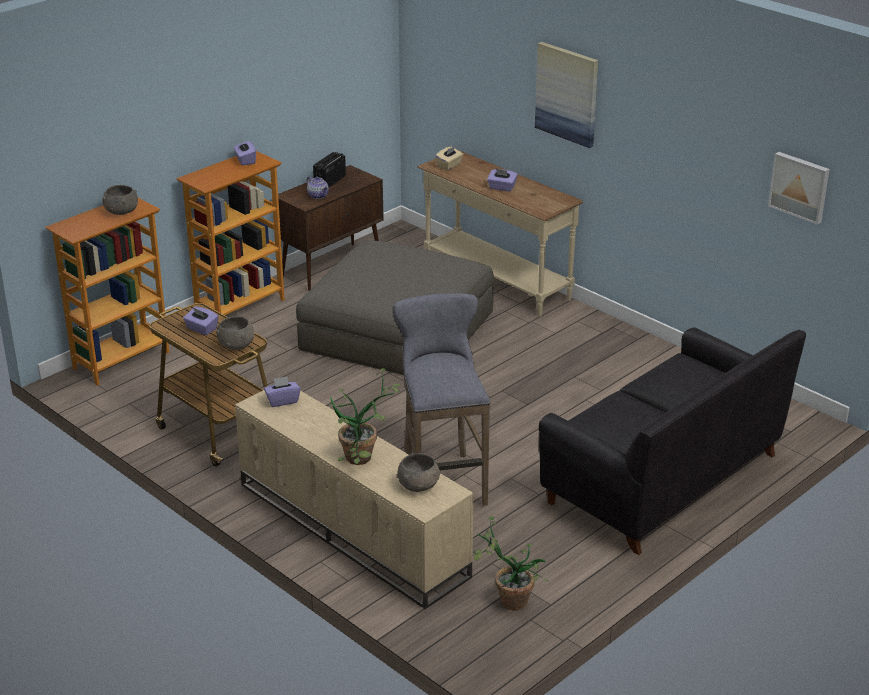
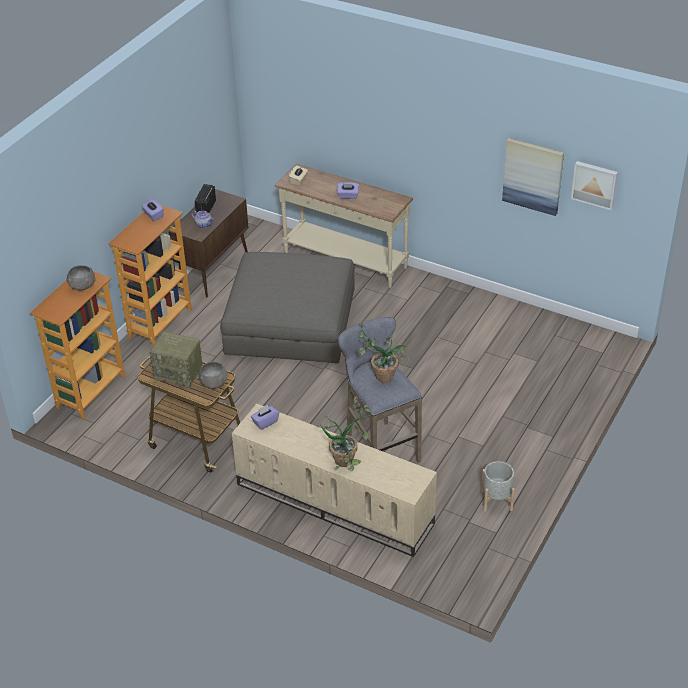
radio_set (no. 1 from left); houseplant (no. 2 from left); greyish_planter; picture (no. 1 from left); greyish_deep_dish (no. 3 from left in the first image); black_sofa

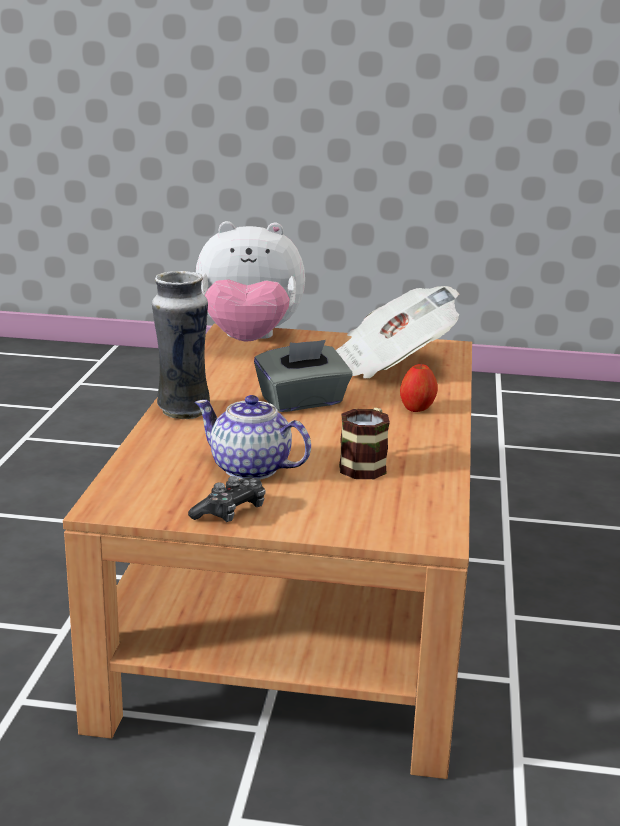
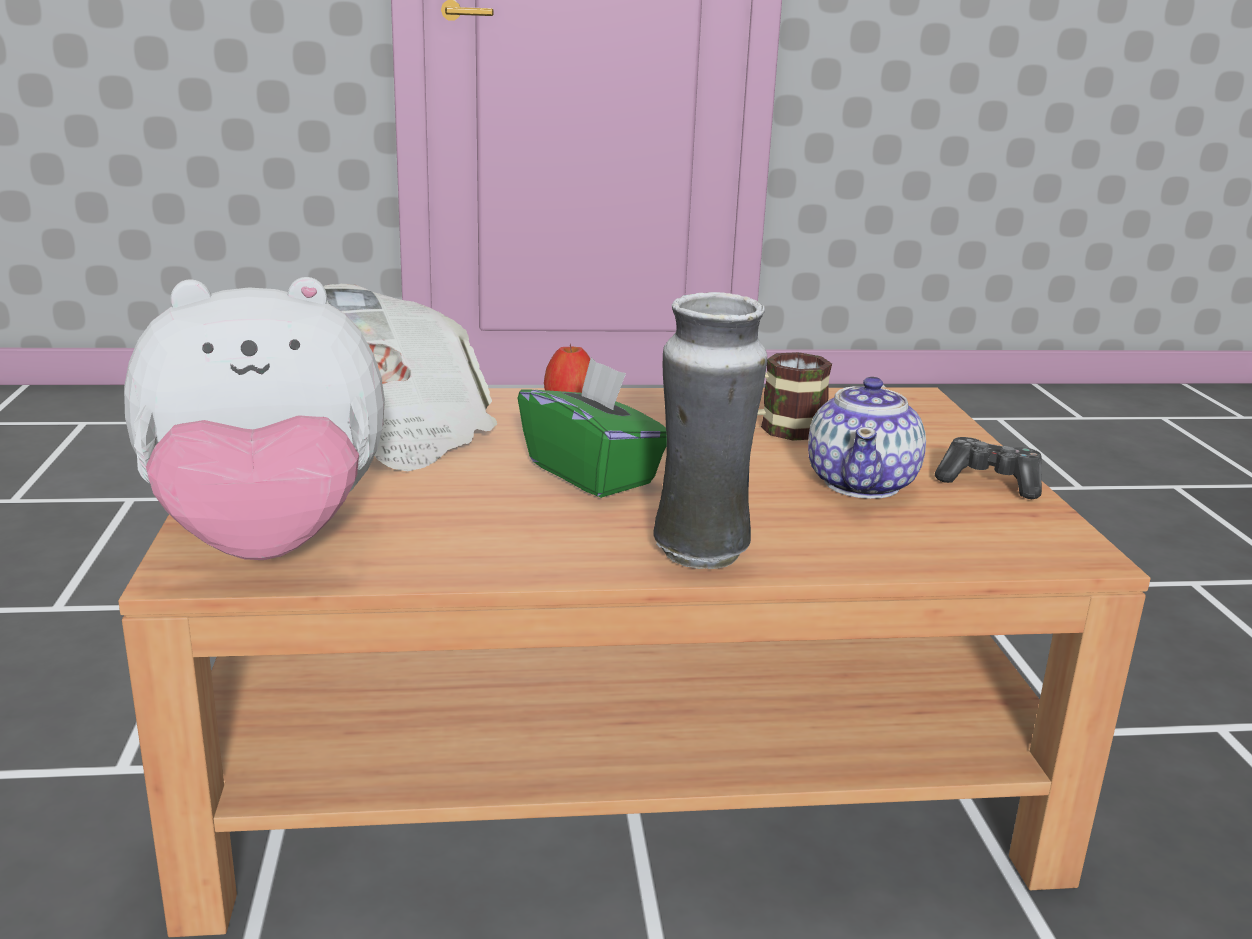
cuddly_toy; green-coloured_box_of_tissues

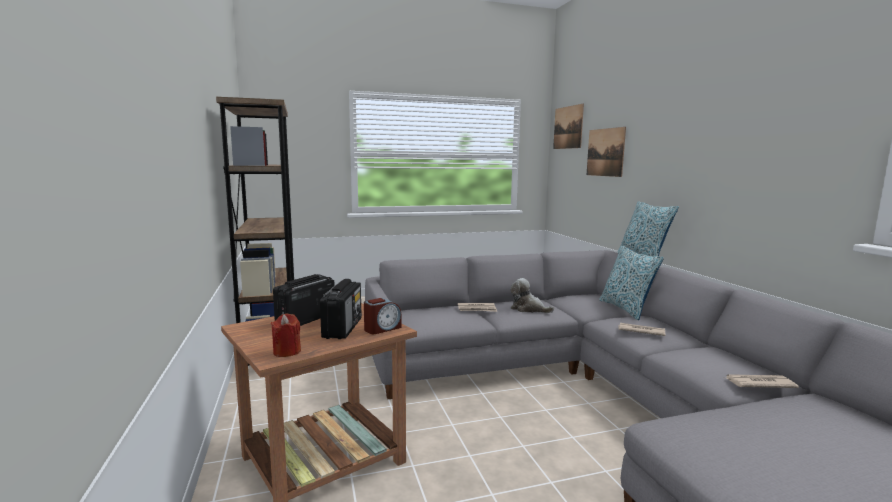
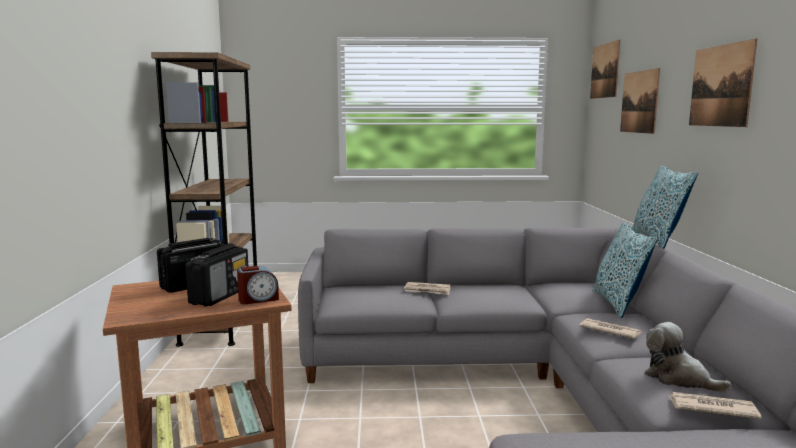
cuddly_toy; picture (no. 3 from left); red_candle

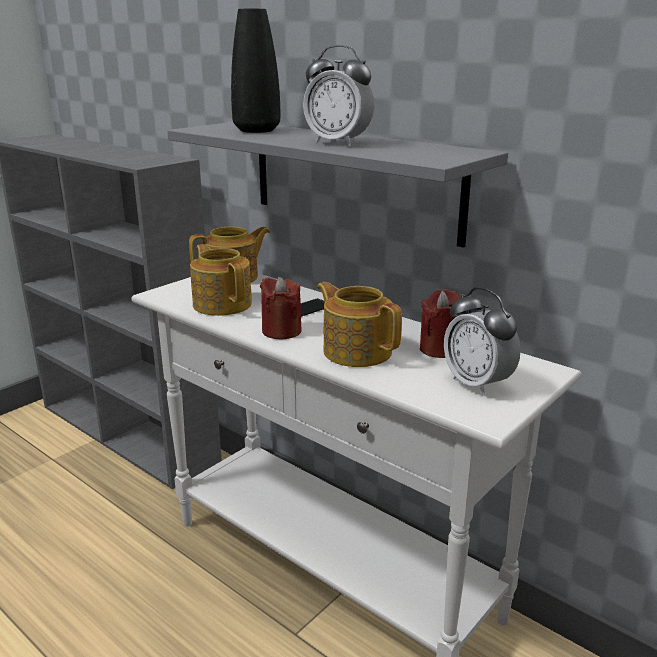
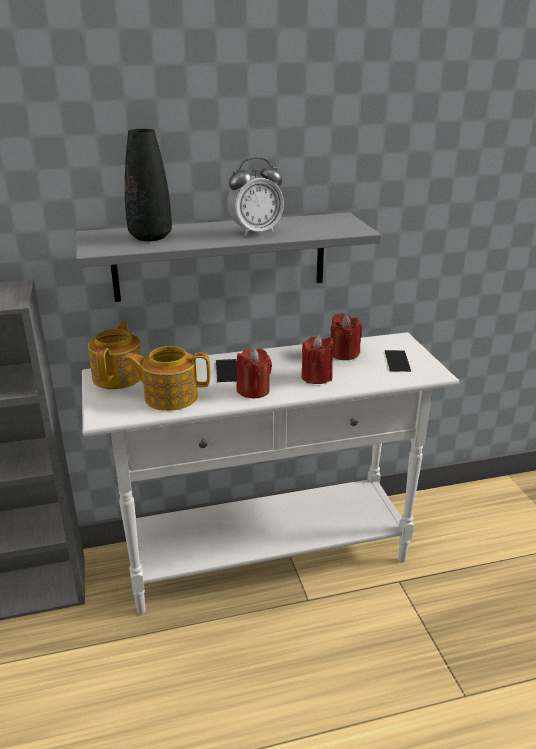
red_candle (no. 2 from left); telephone (no. 2 from left)

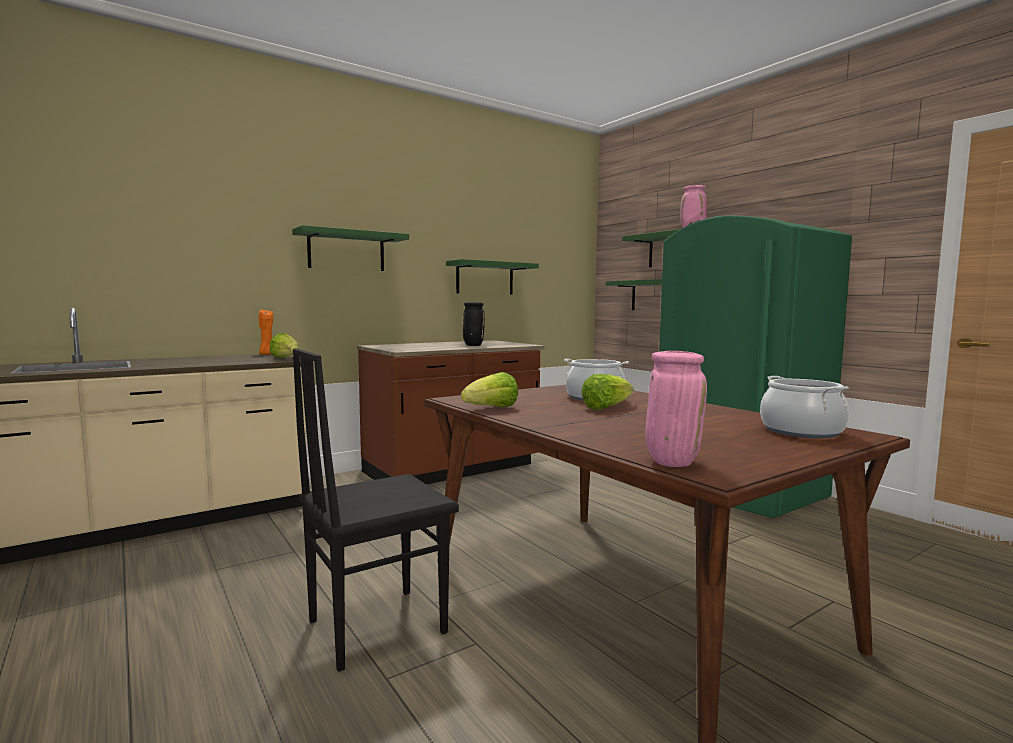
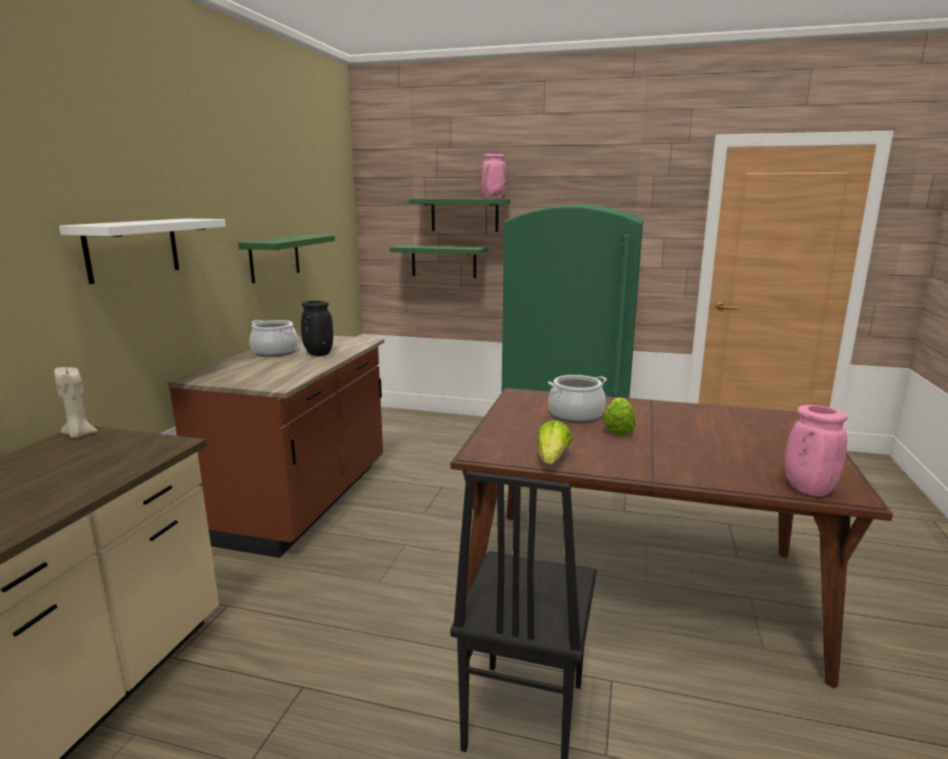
beige-coloured_candle; white_wall_shelf; cooking_pot (no. 1 from left); lettuce (no. 1 from left in the first image)

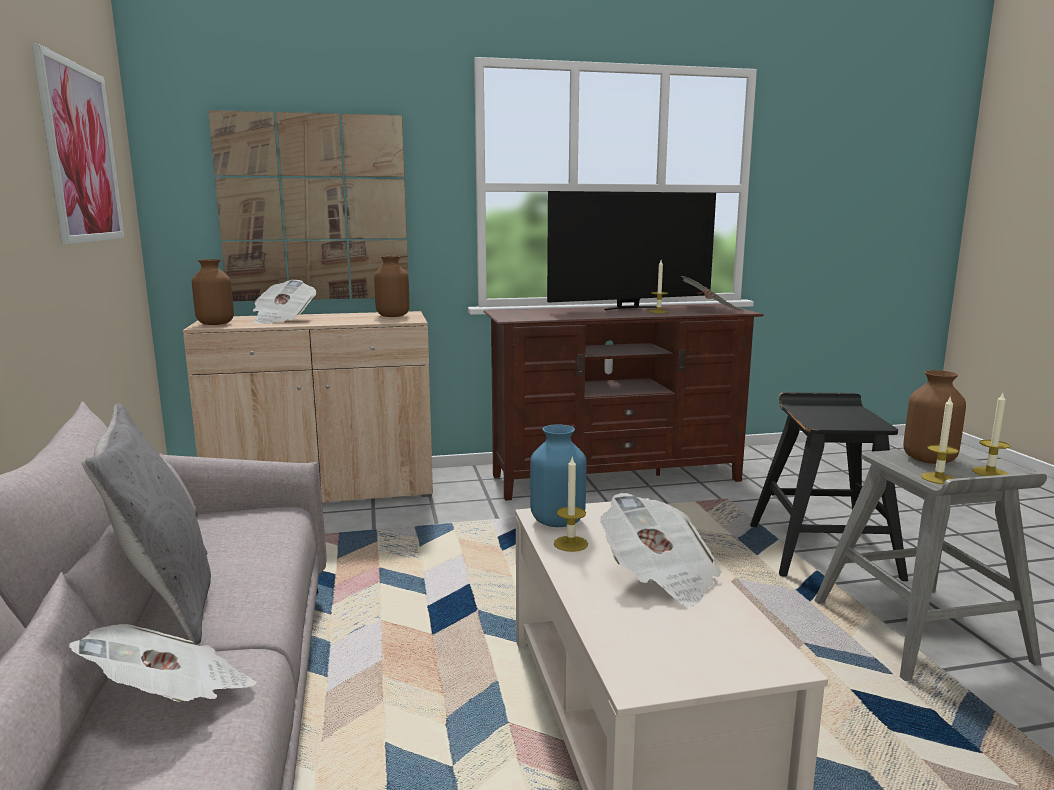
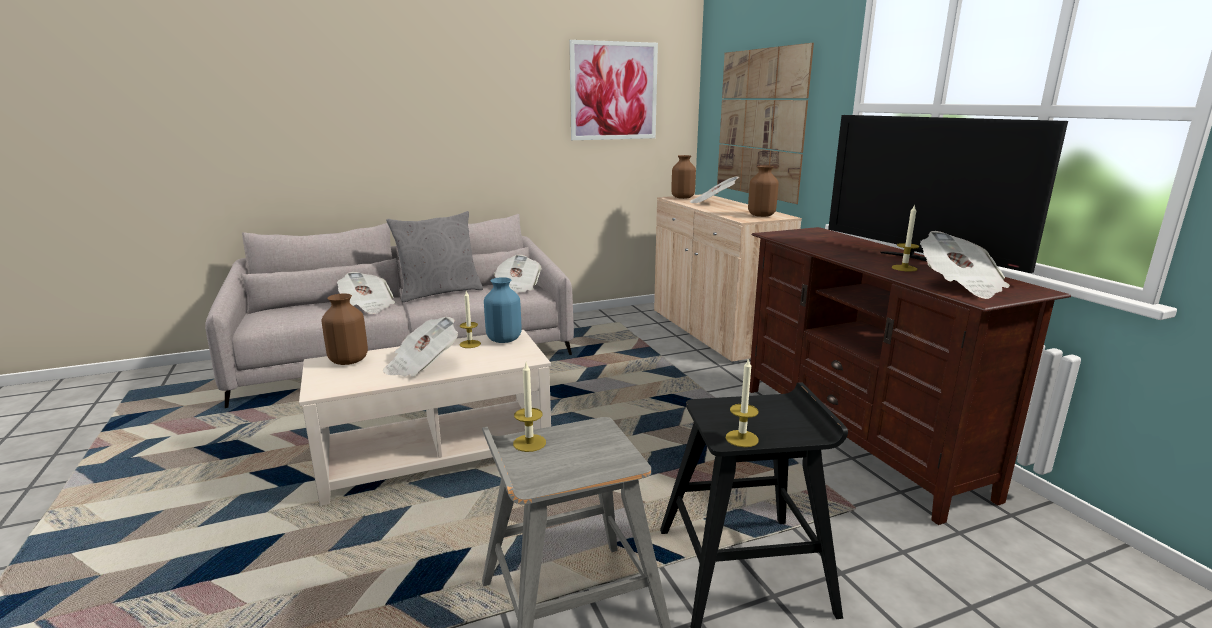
brown_flower_vase (no. 1 from left); daily_paper (no. 3 from left); candle (no. 3 from left)

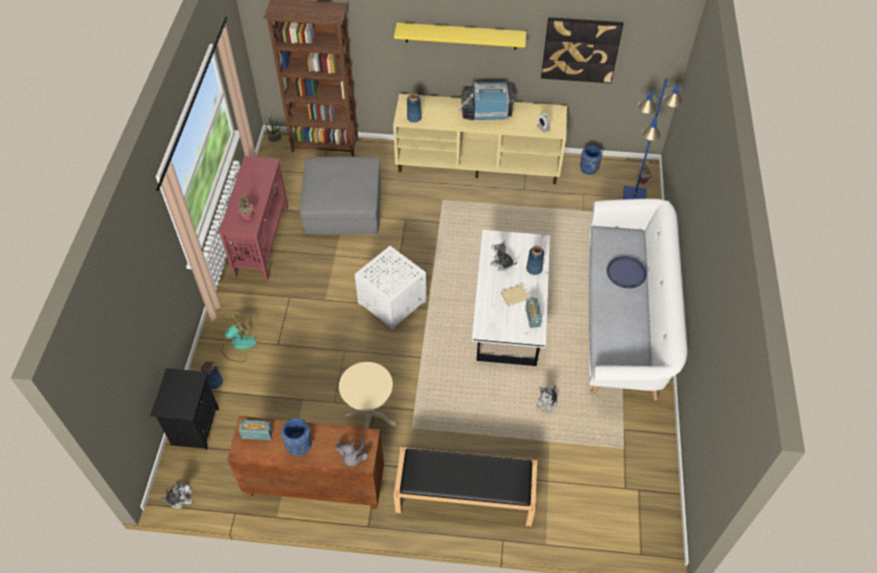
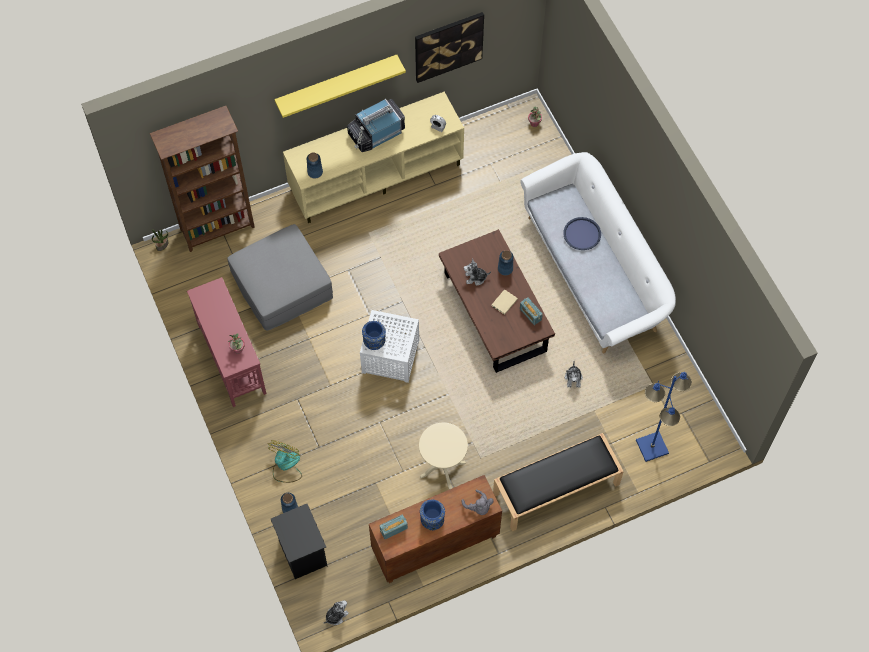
blue-coloured_flower_vase (no. 3 from left); brown_low_table; blue-coloured_floor_lamp

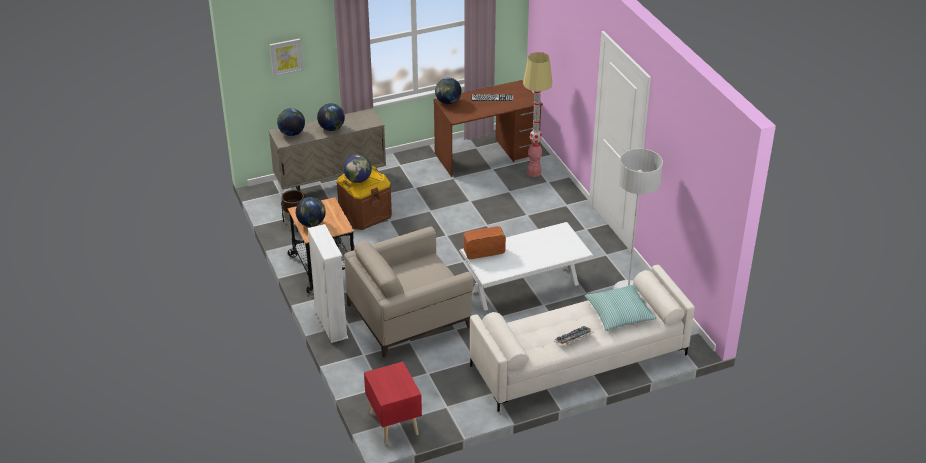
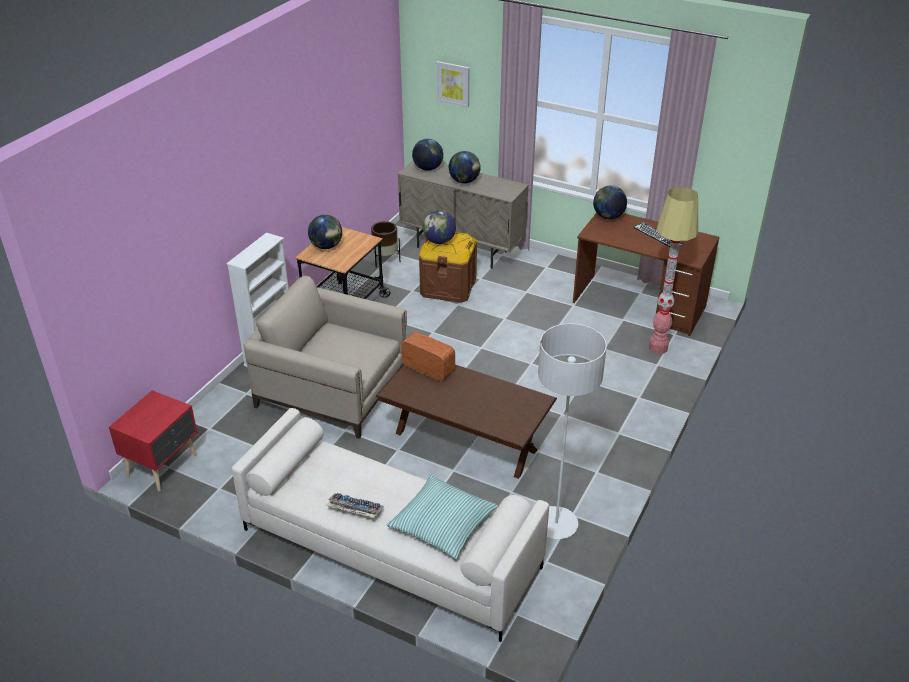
brown_low_table

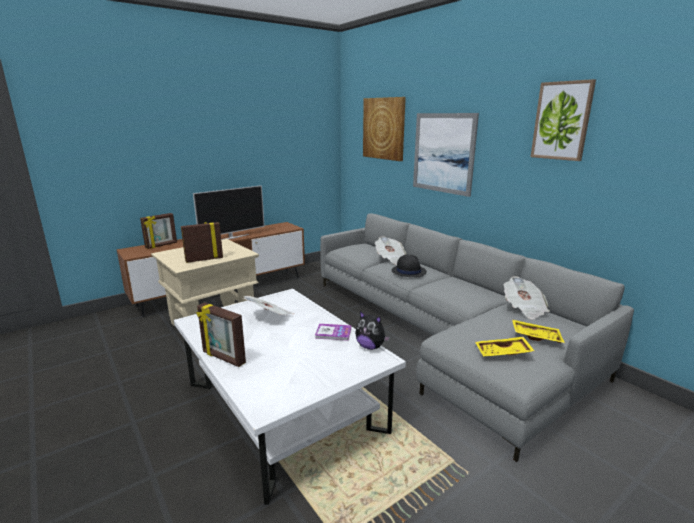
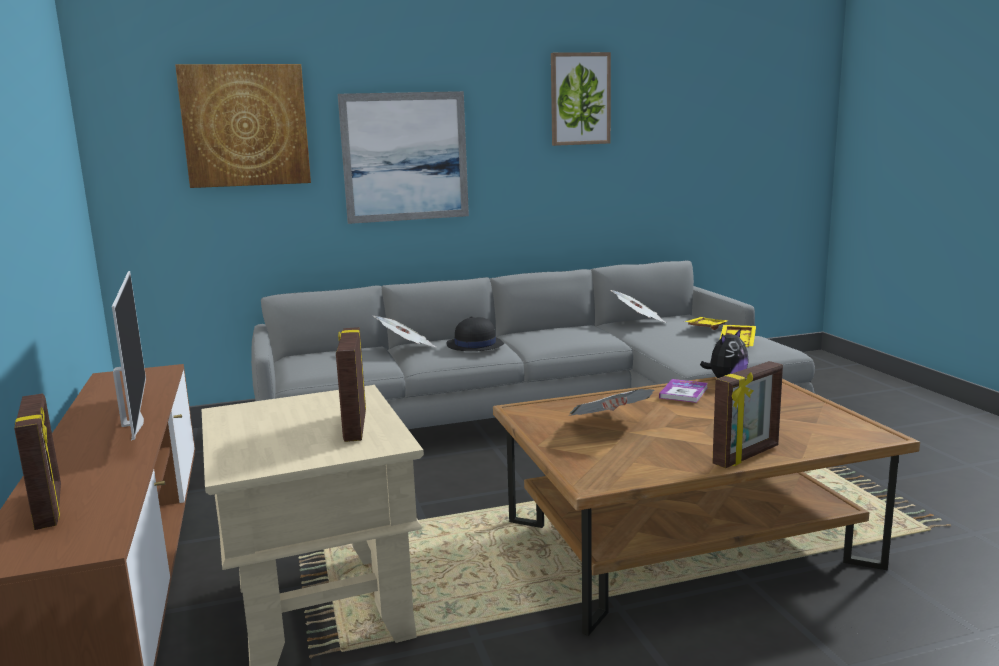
brown_low_table

